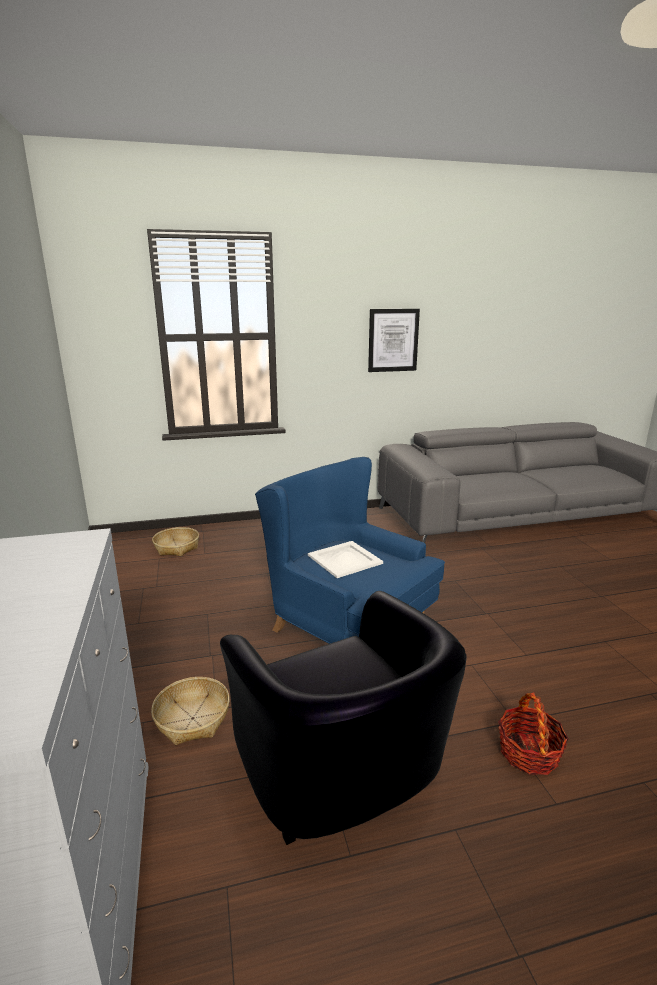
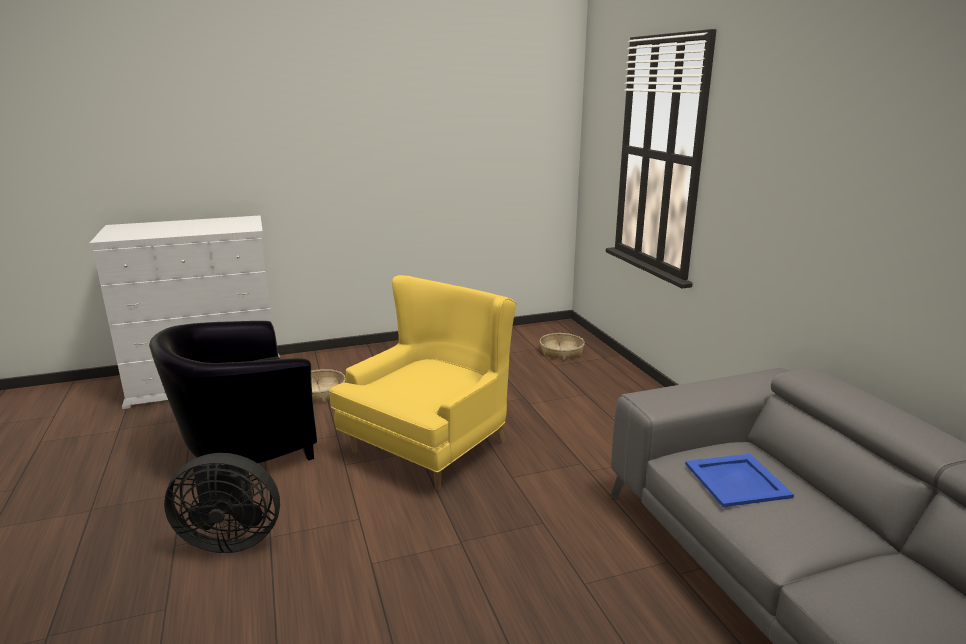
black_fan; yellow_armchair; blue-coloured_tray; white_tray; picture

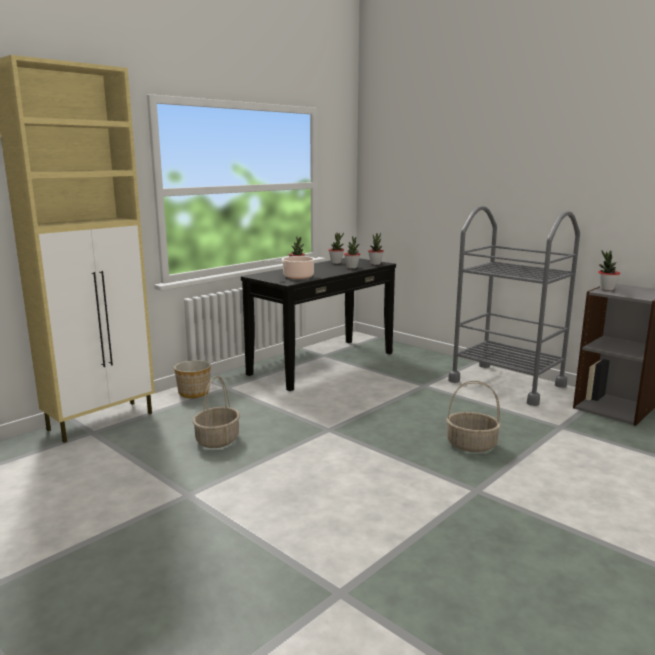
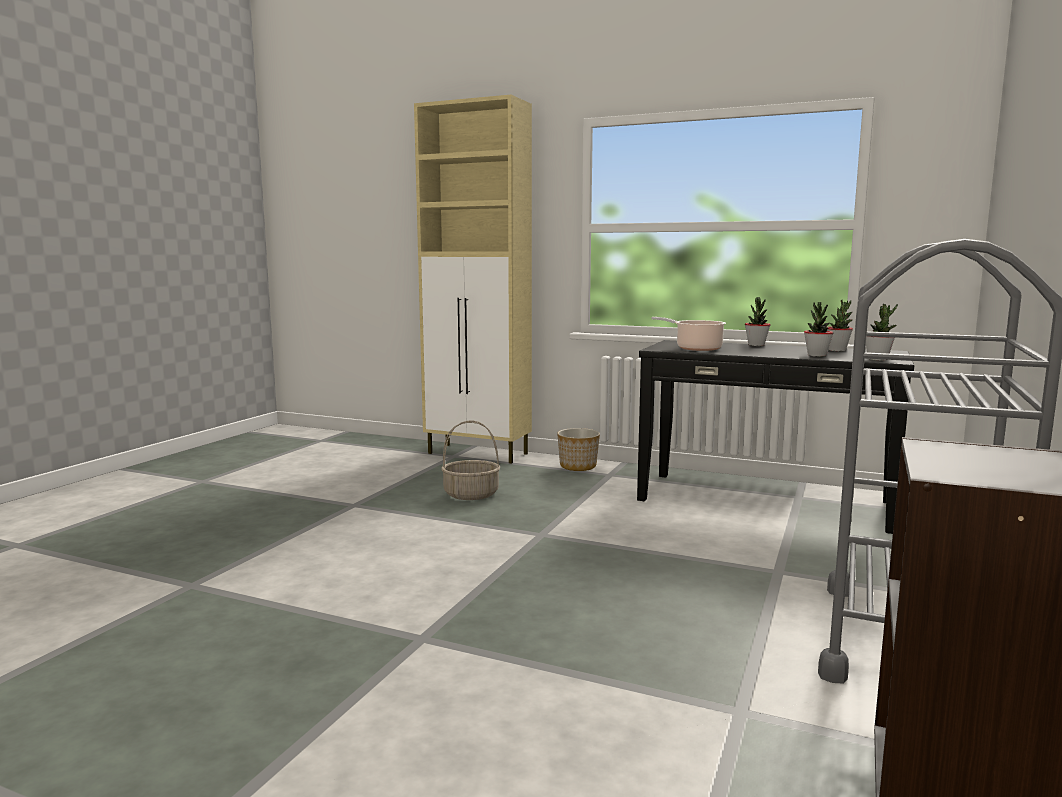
basket (no. 2 from left in the first image); houseplant (no. 5 from left in the first image)

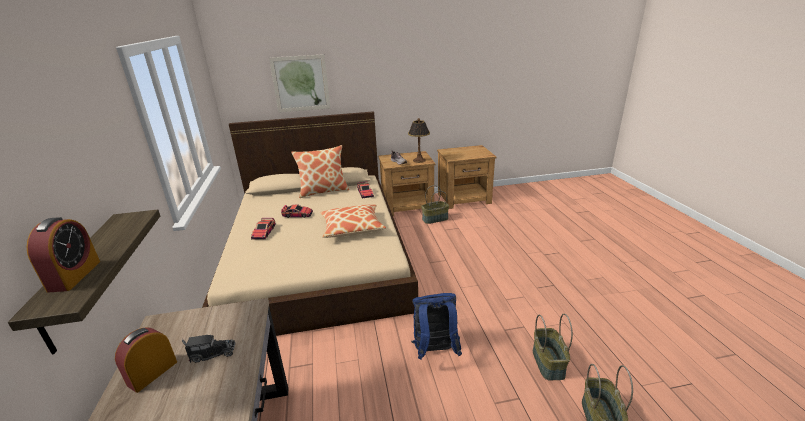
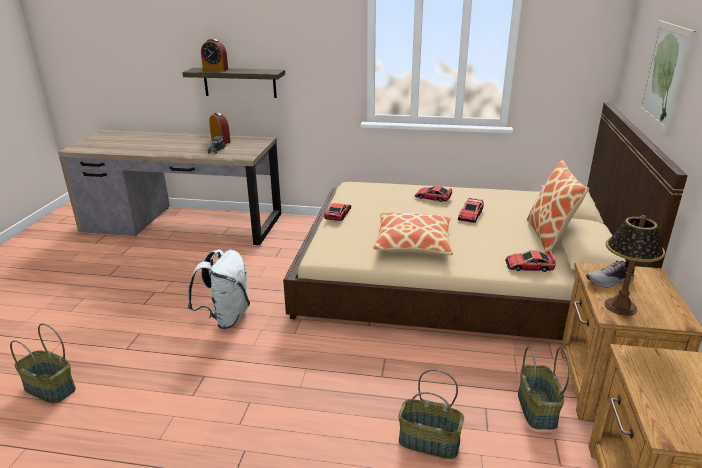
white_knapsack; miniature_car (no. 1 from left); basket (no. 2 from left)

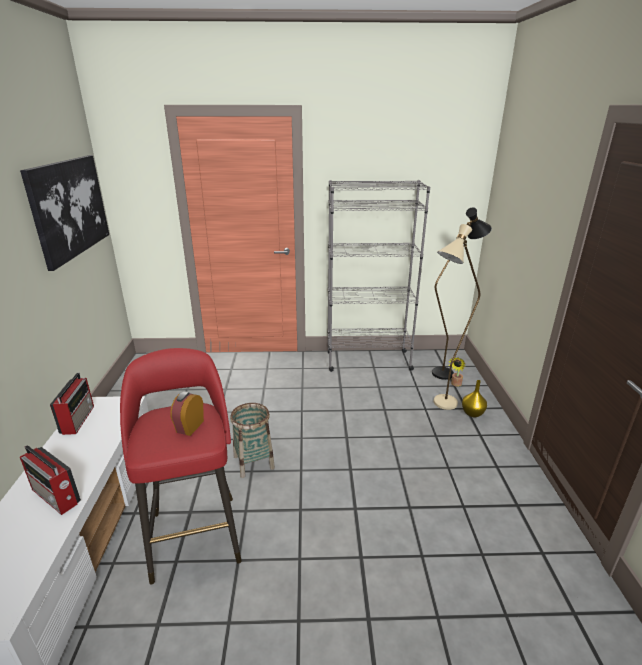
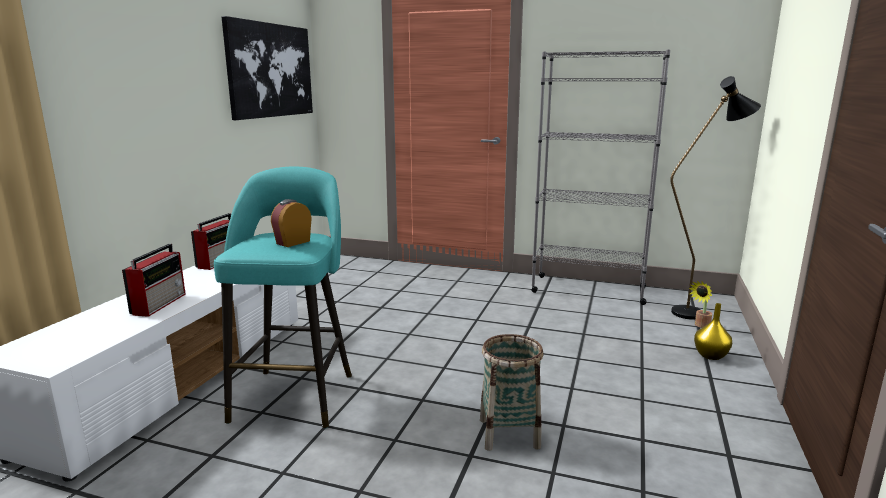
radio_set (no. 1 from left); turquoise_stool_seat; basket; beige-coloured_floor_lamp

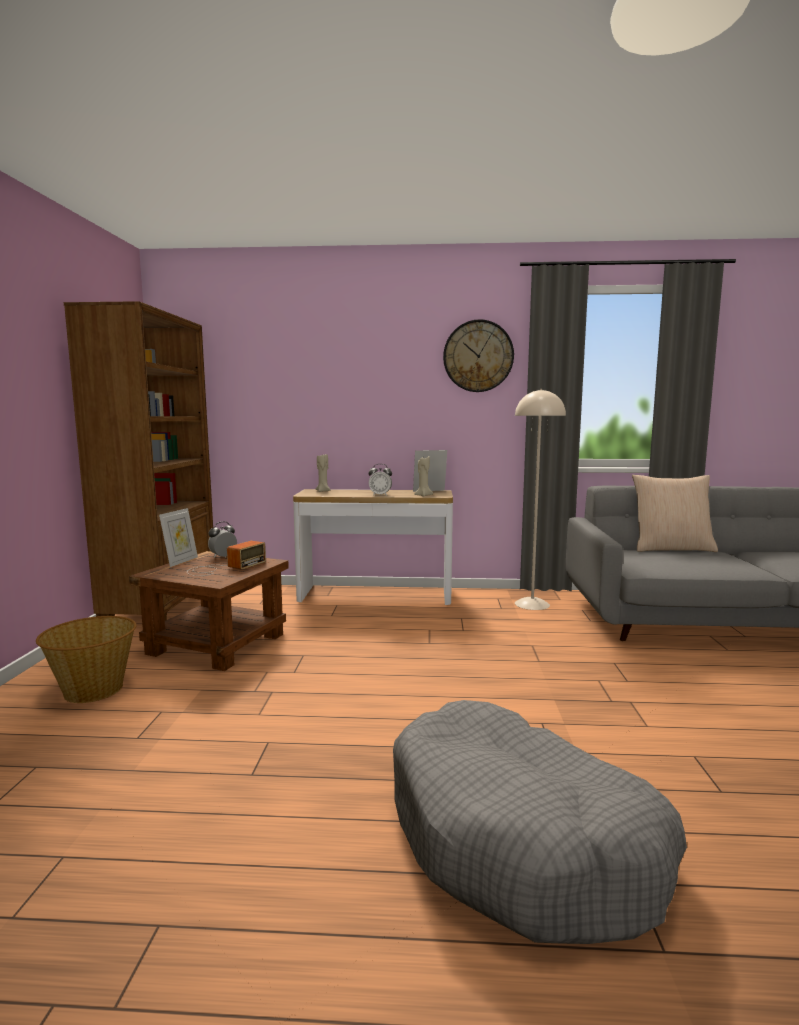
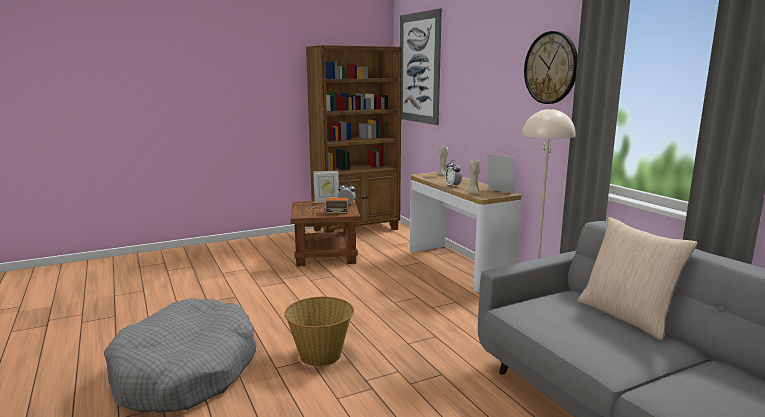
basket; picture

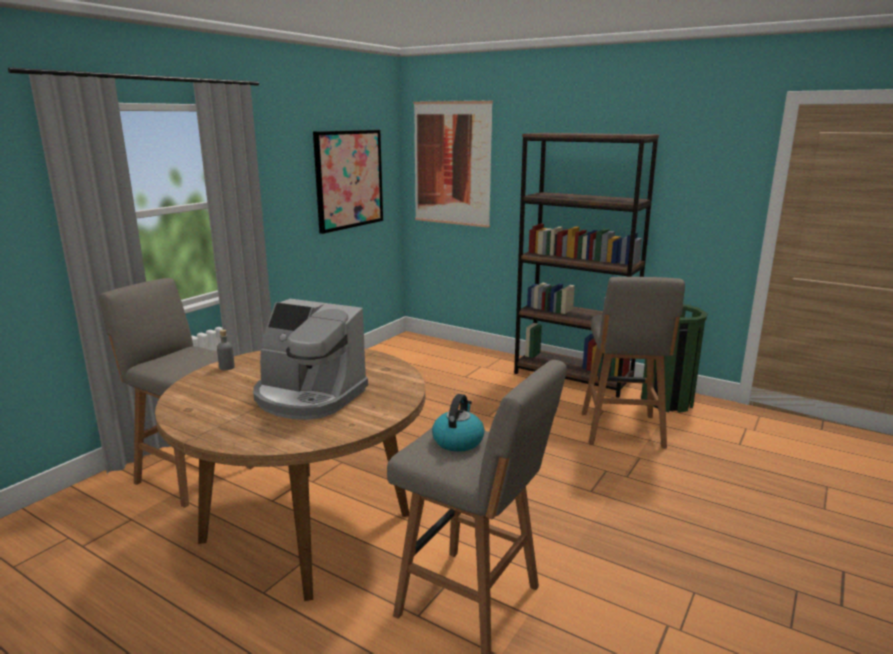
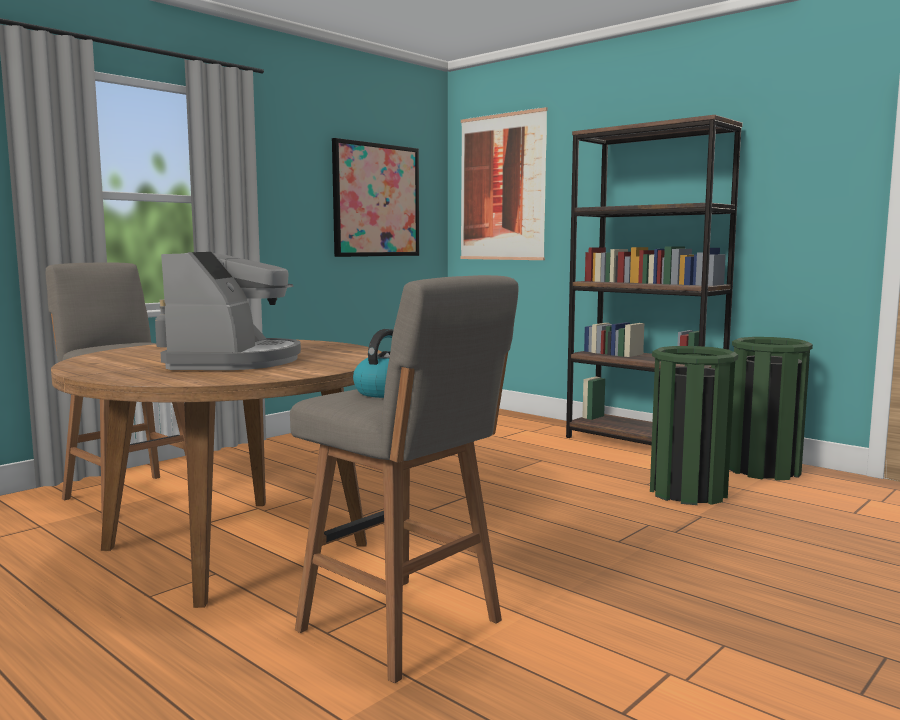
coffee_brewer; green-coloured_rubbish_bin (no. 1 from left)

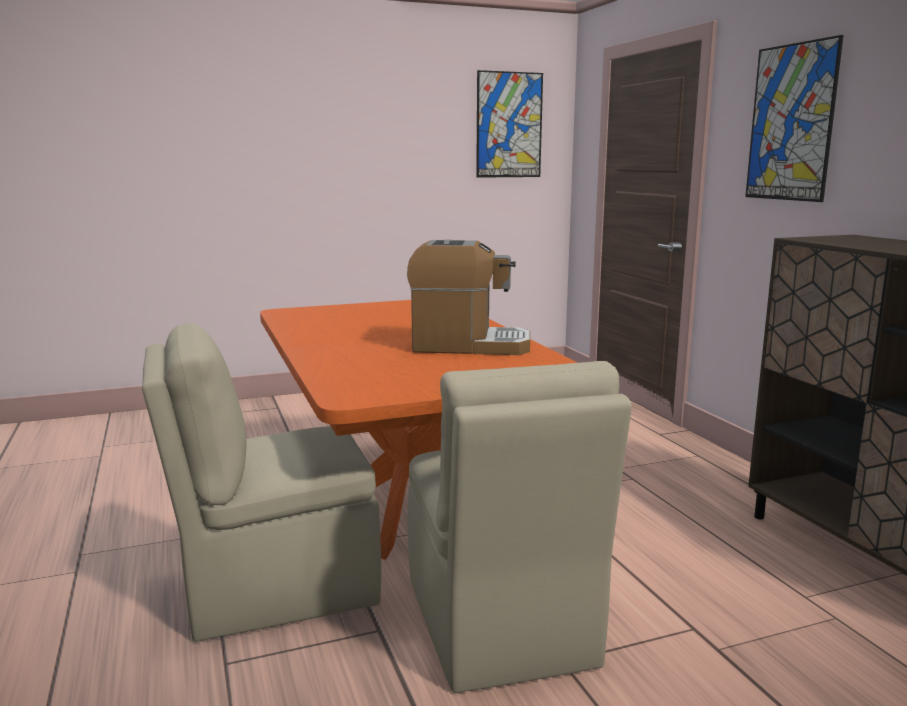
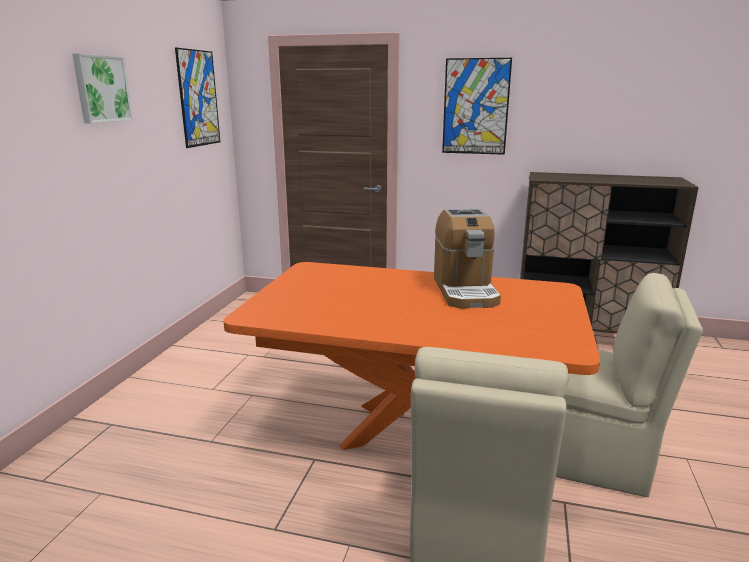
picture (no. 1 from left); coffee_brewer

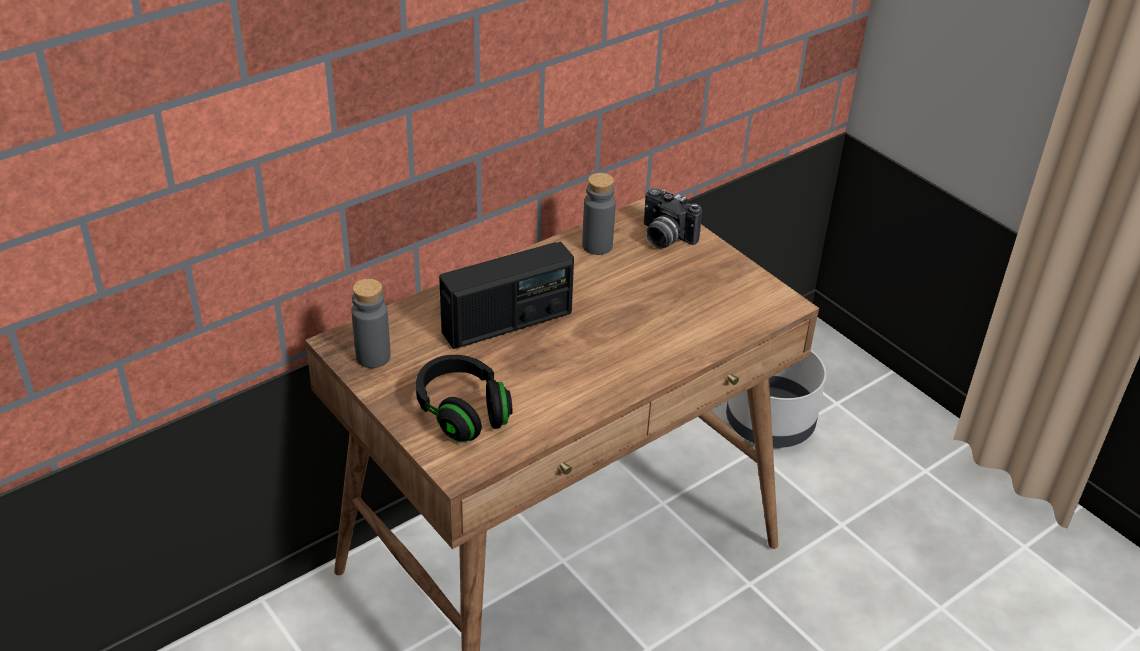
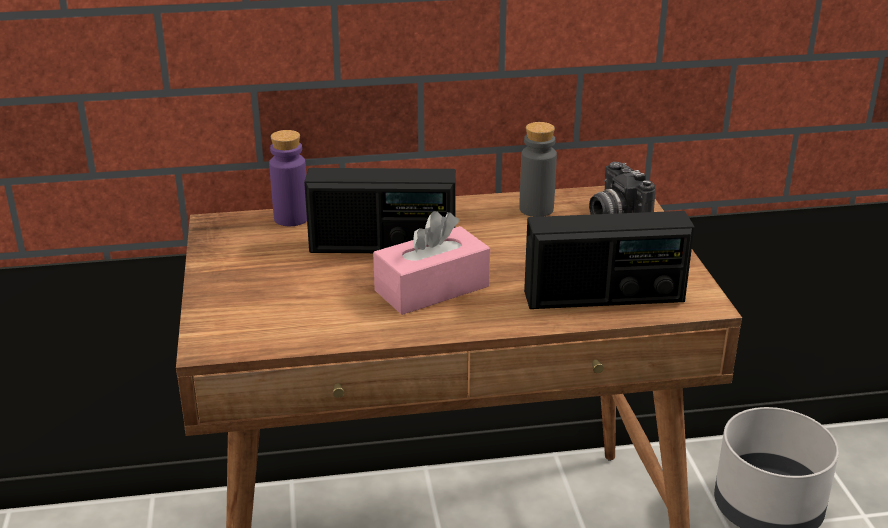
purple-coloured_drink_bottle; pinkish_box_of_tissues; radio_set (no. 2 from left); greyish_drink_bottle (no. 1 from left in the first image); black_headset

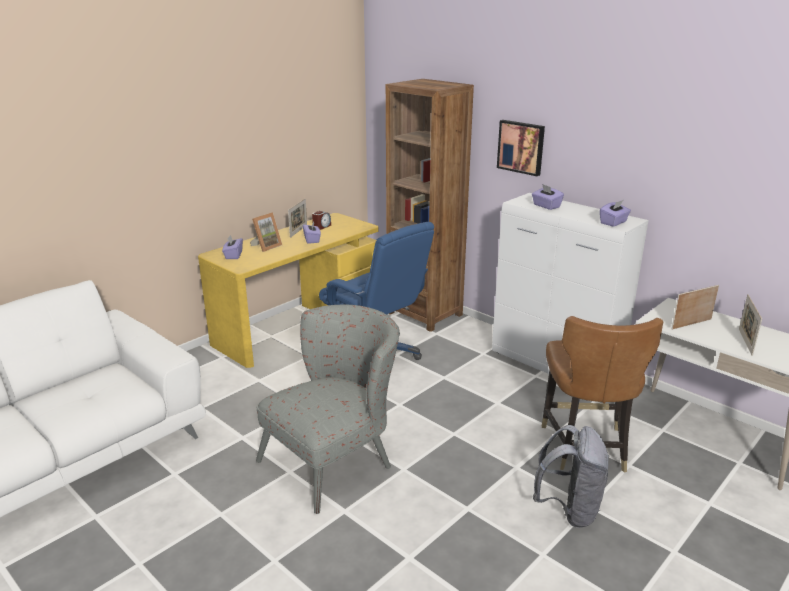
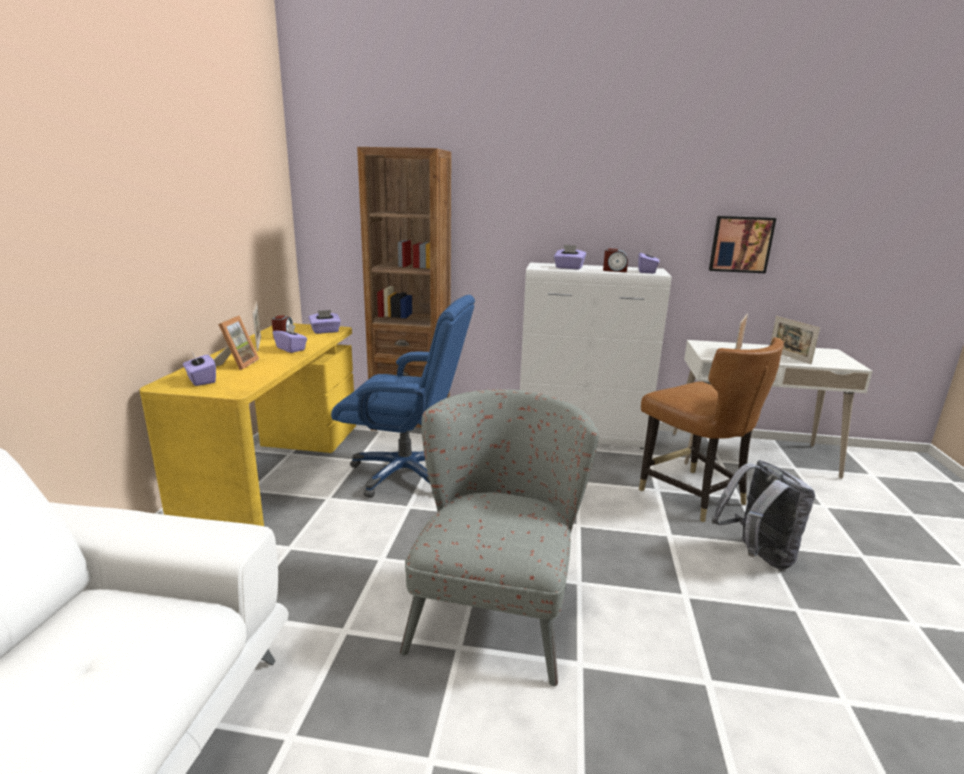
purple-coloured_box_of_tissues (no. 3 from left); bedside_clock (no. 2 from left); picture

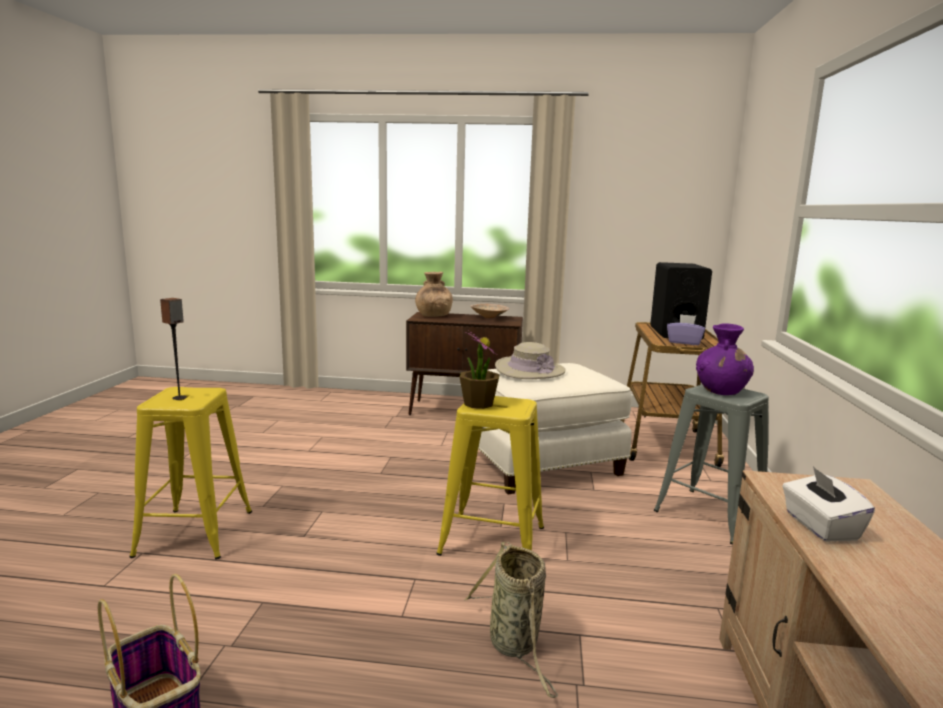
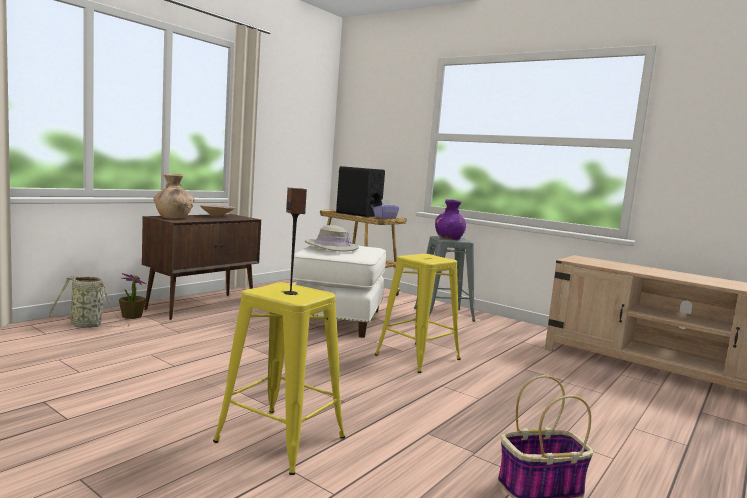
basket (no. 1 from left); houseplant; white_box_of_tissues

